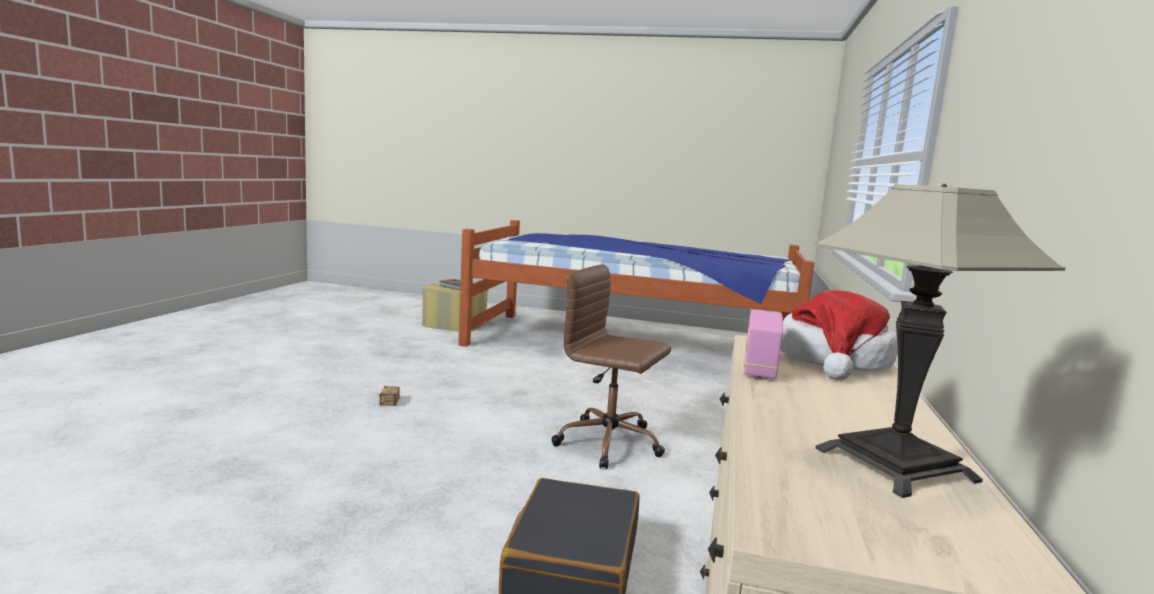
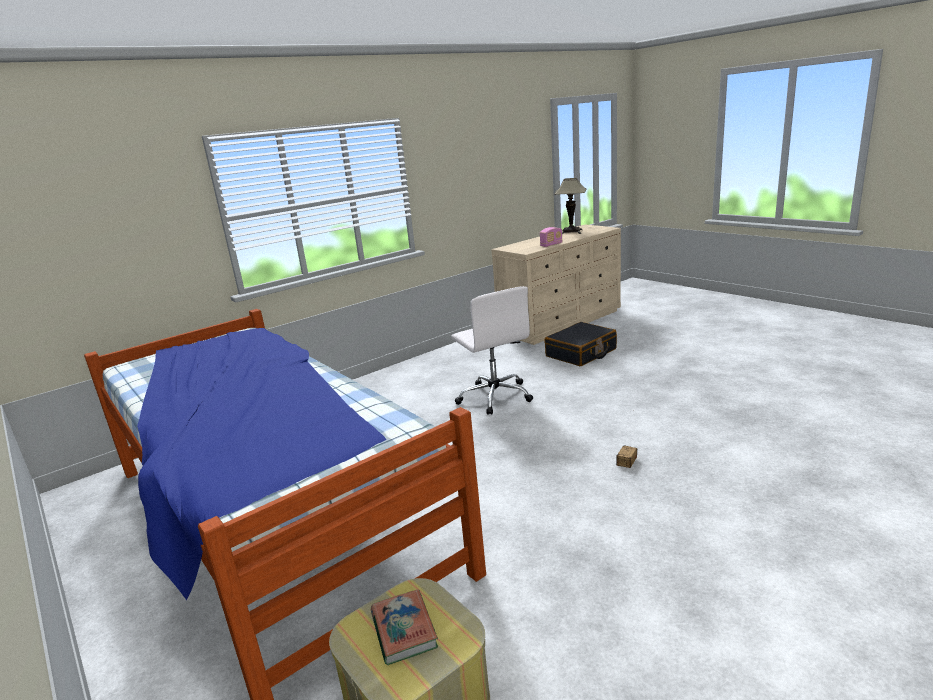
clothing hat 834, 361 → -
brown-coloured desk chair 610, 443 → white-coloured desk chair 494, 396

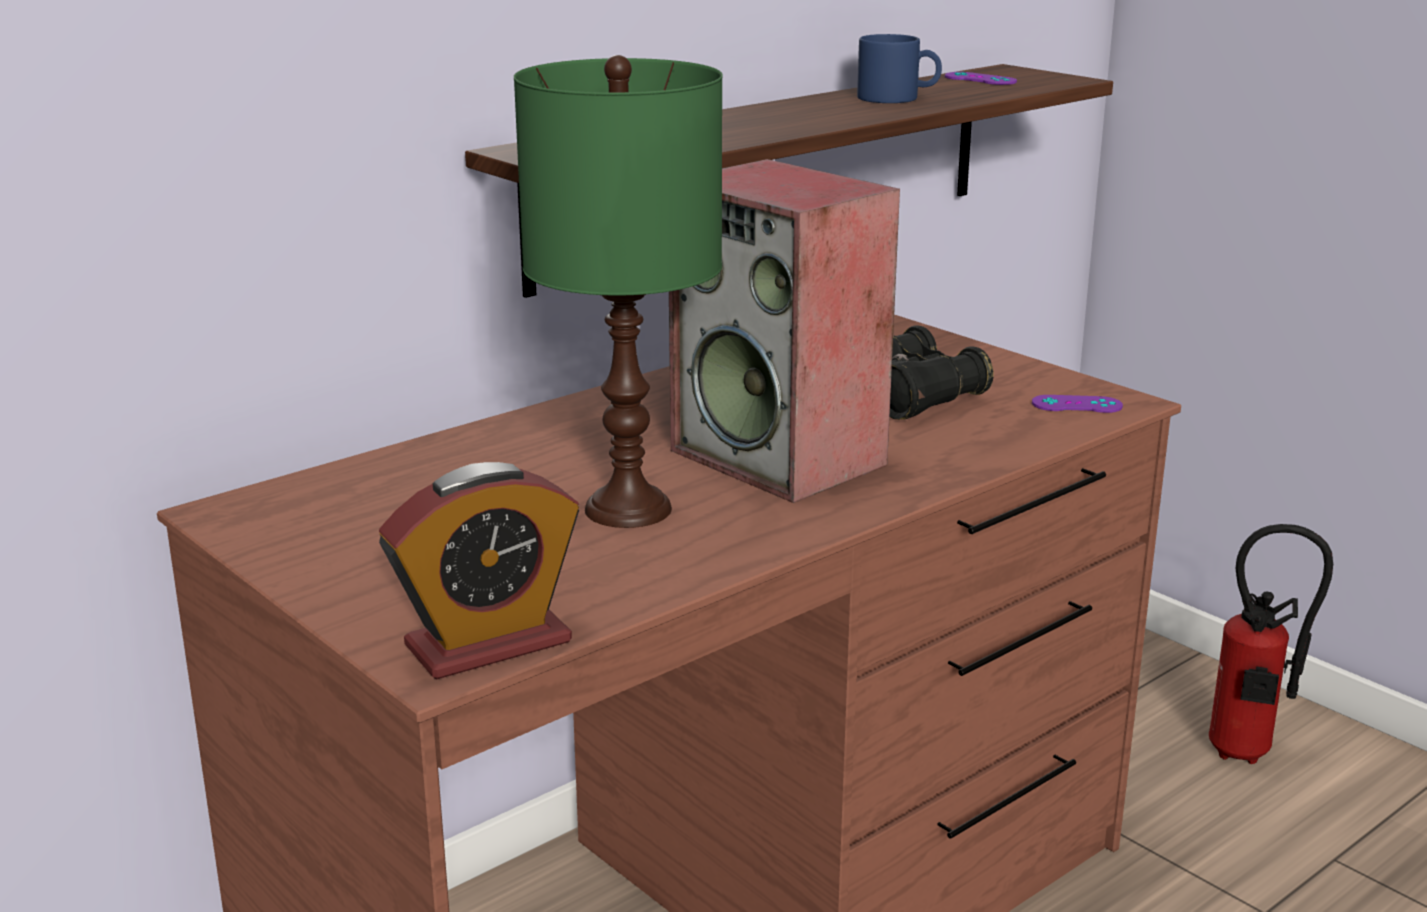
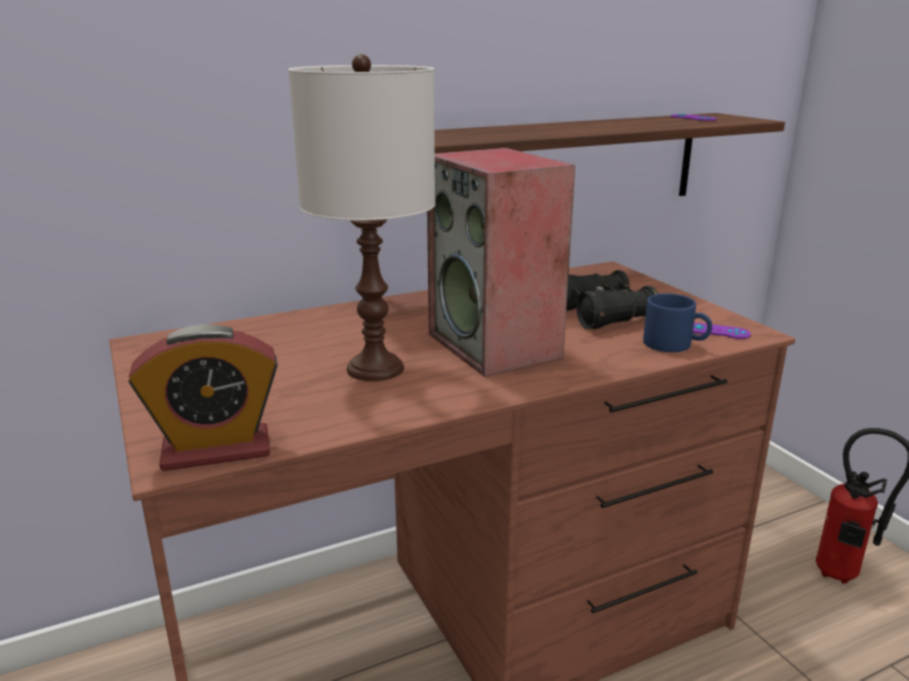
bluish tea mug 898, 98 → bluish tea mug 675, 344, moved
green-coloured table lamp 626, 509 → white-coloured table lamp 374, 368

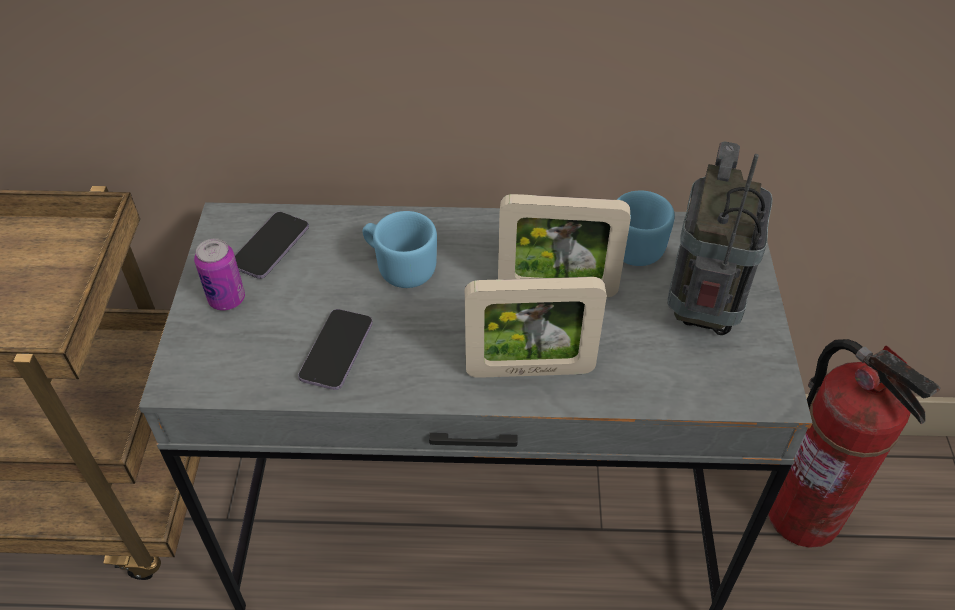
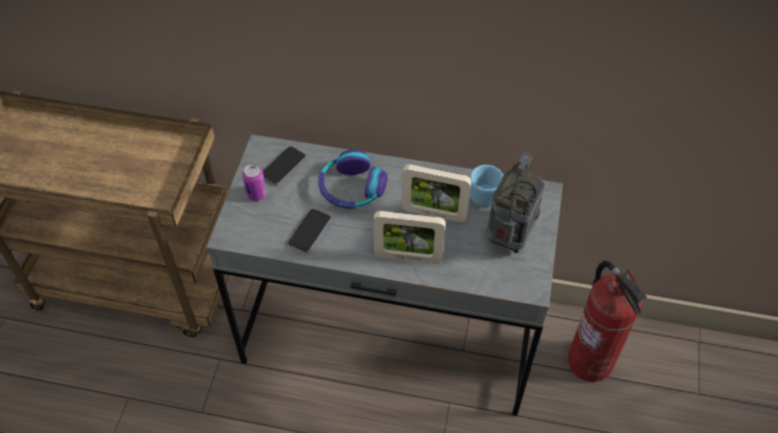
bluish tea mug 400, 267 → headset 351, 188

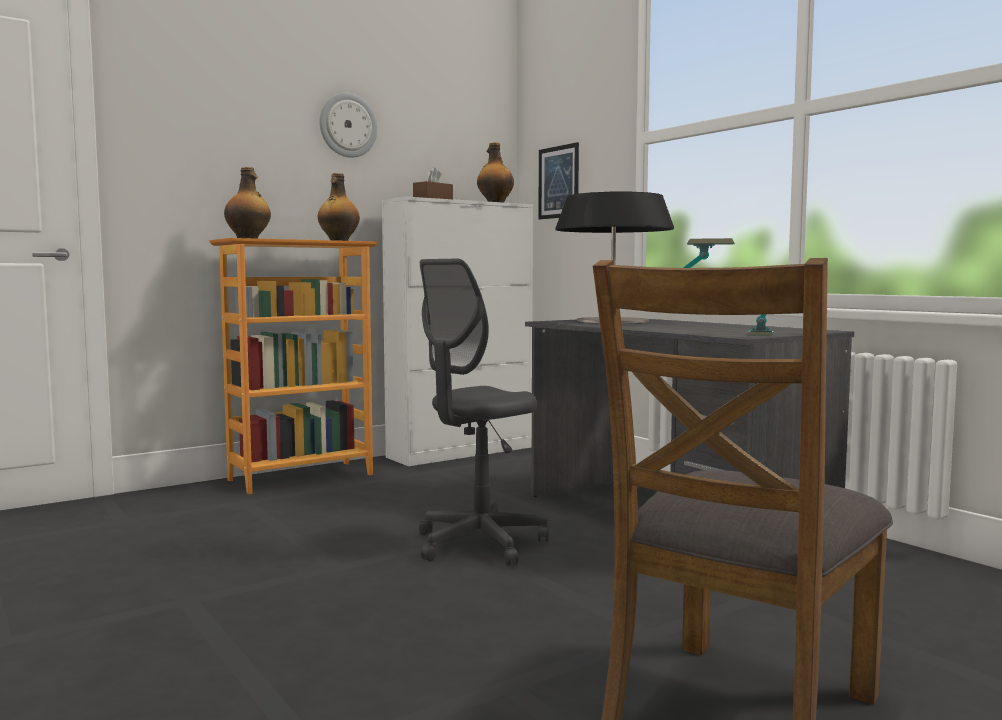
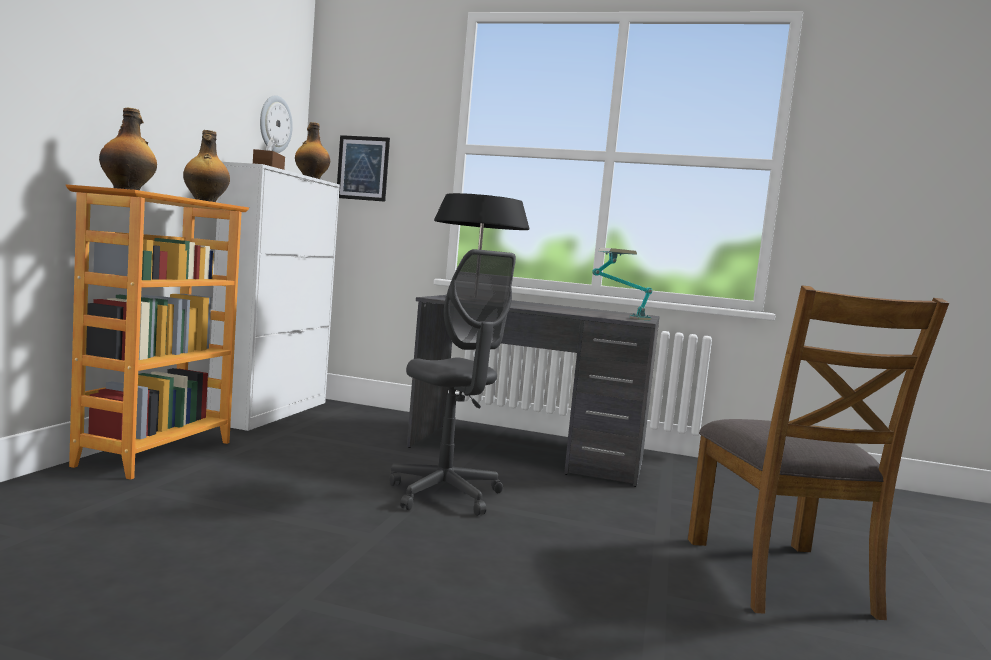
hanging clock 348, 125 → hanging clock 274, 124, moved
gray desk chair 479, 544 → gray desk chair 445, 495, 45 degrees counterclockwise

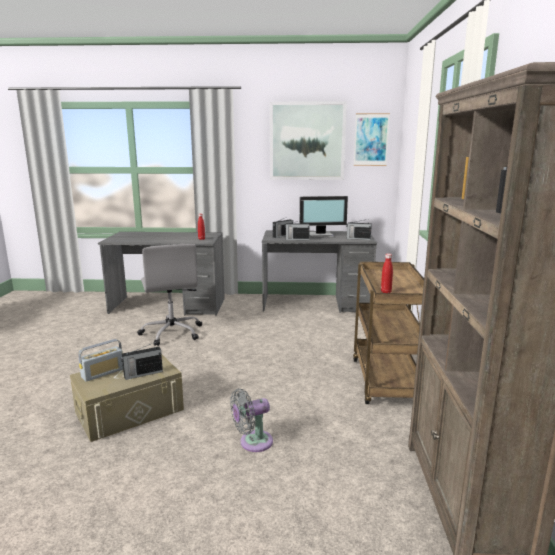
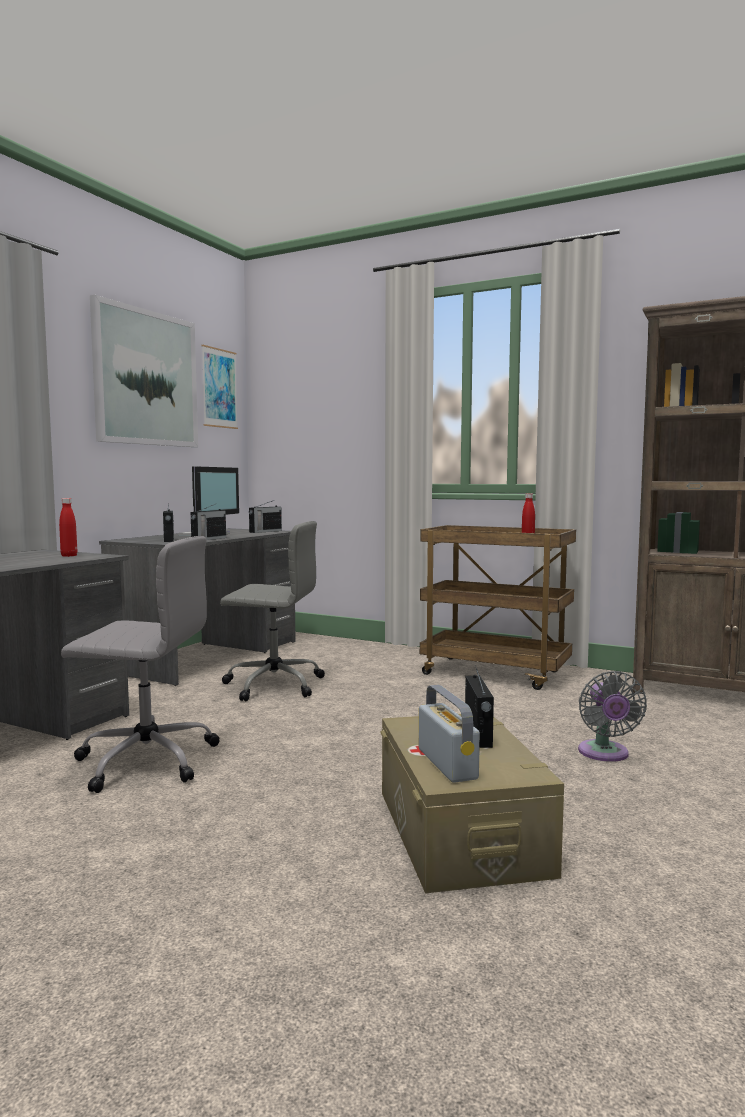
- → gray desk chair 272, 685

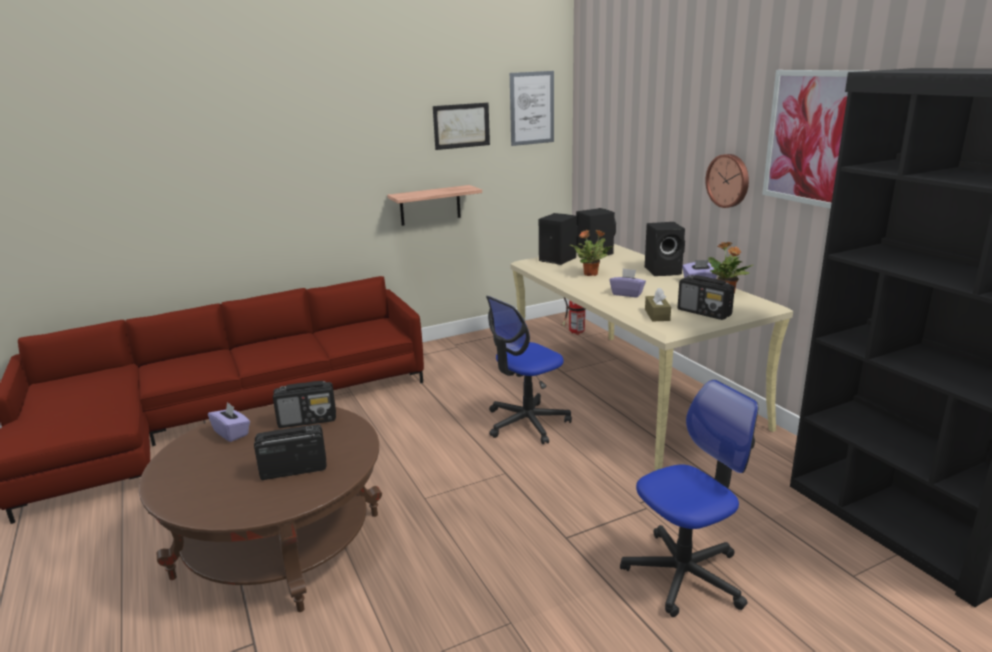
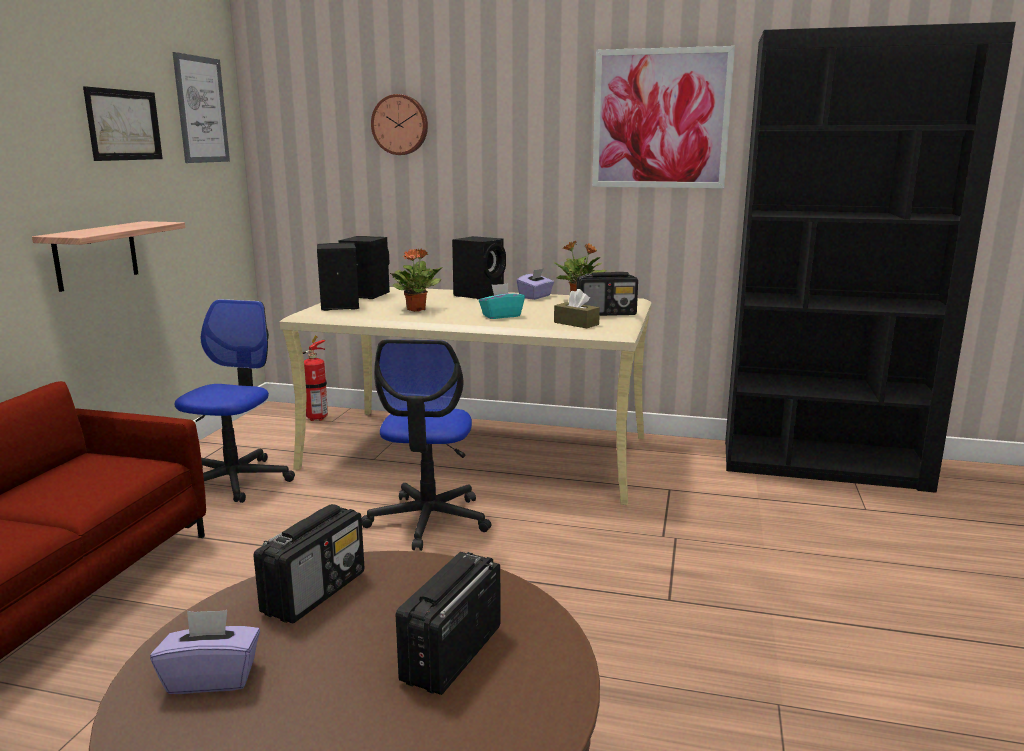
desk chair 684, 574 → desk chair 235, 481, moved
hanging clock 729, 180 → hanging clock 400, 125, moved
purplish tissue box 627, 294 → blue-green tissue box 501, 316

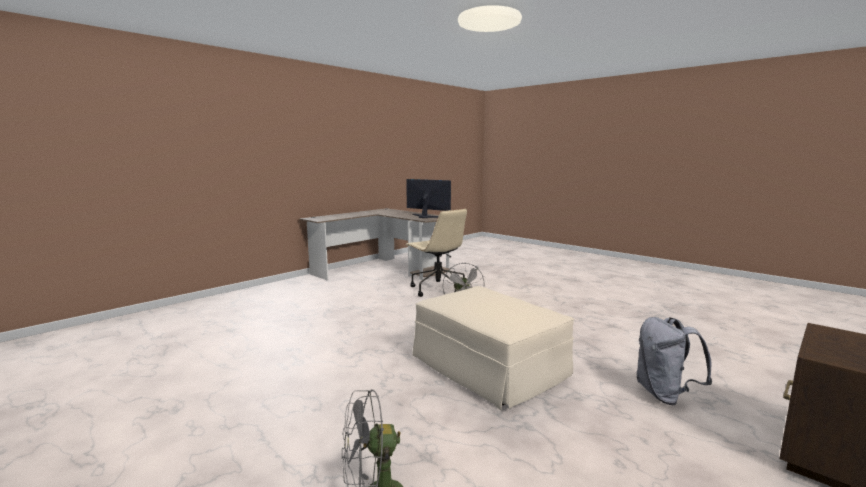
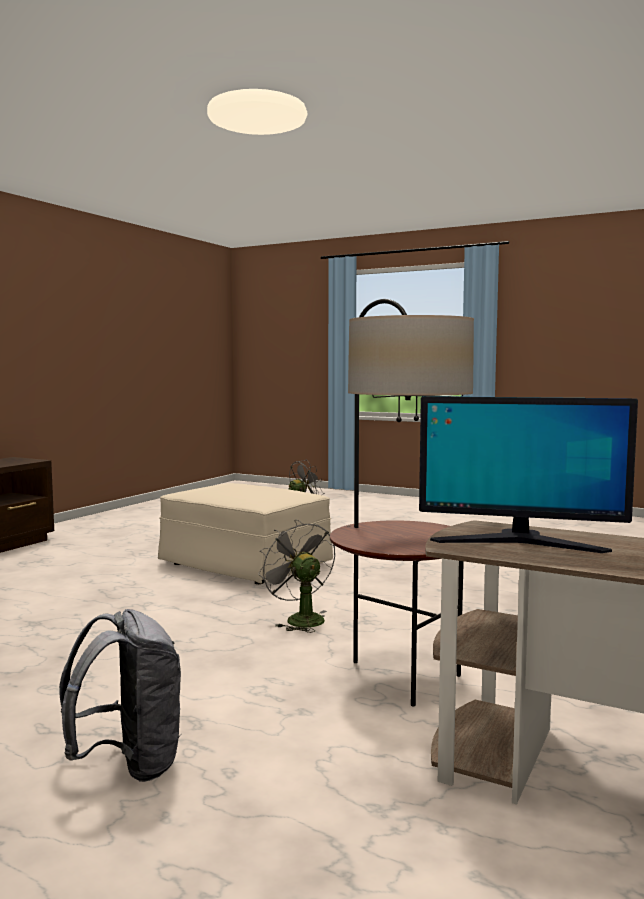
gray backpack 665, 395 → gray backpack 129, 764, moved
beige desk chair 437, 289 → floor lamp 399, 677

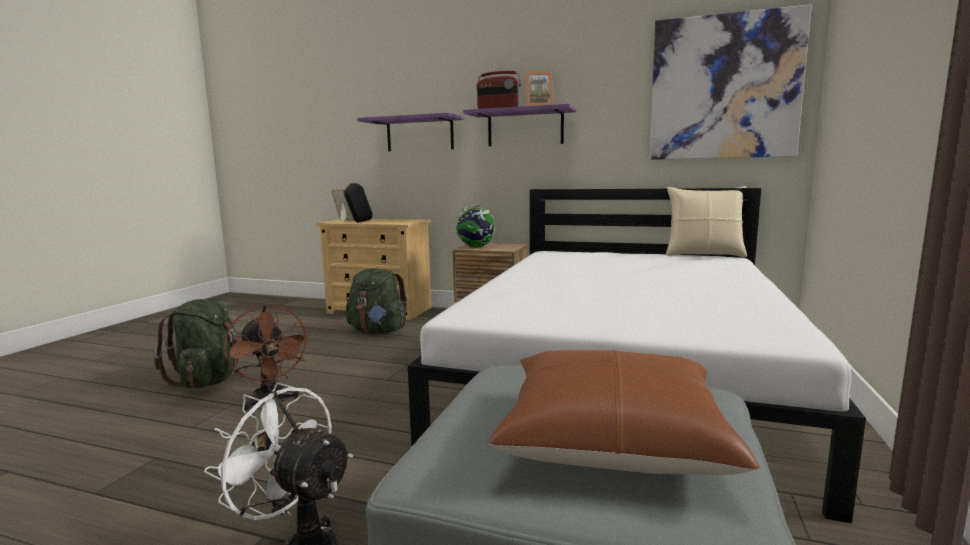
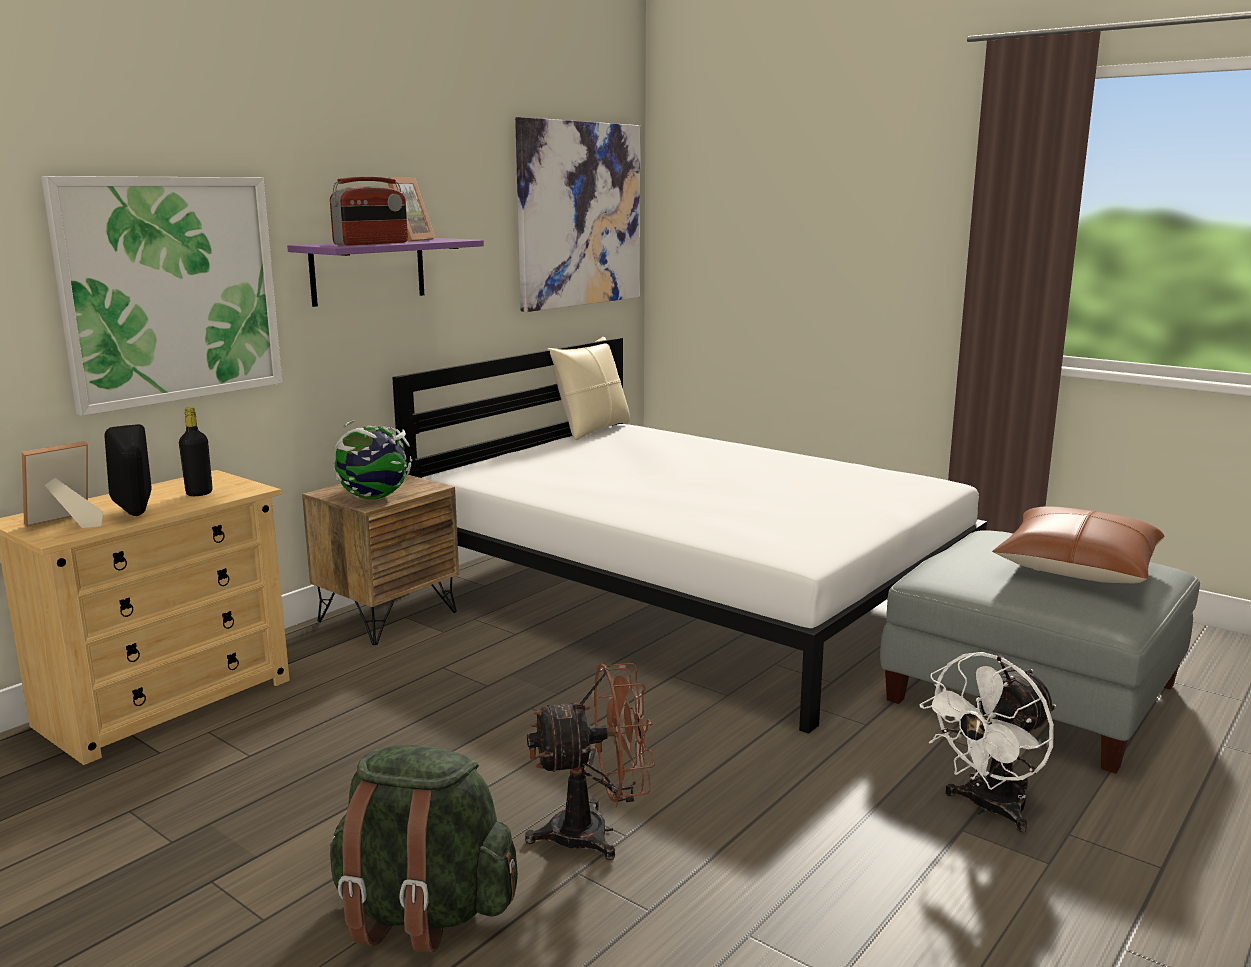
green-coloured backpack 378, 331 → -
- → black bottle 199, 493
purplish bracket shelf 419, 134 → wall picture 171, 290

